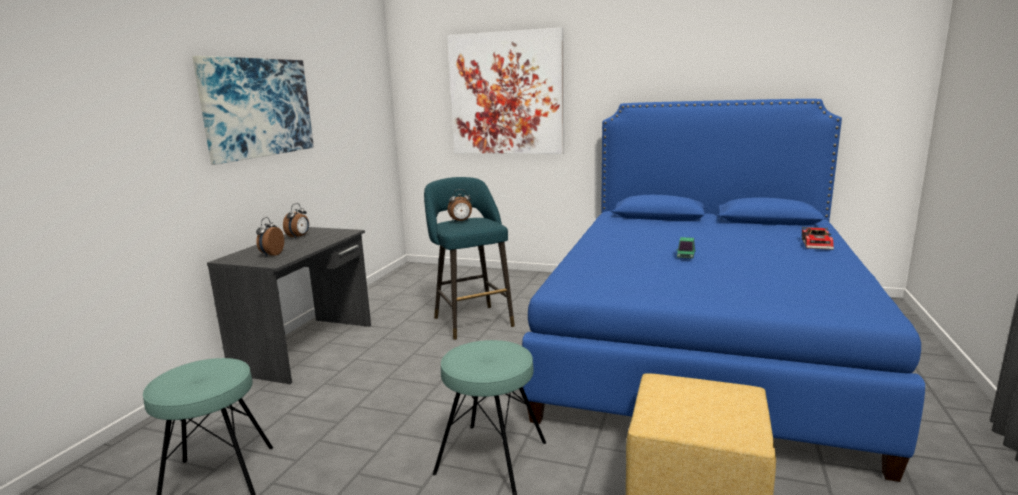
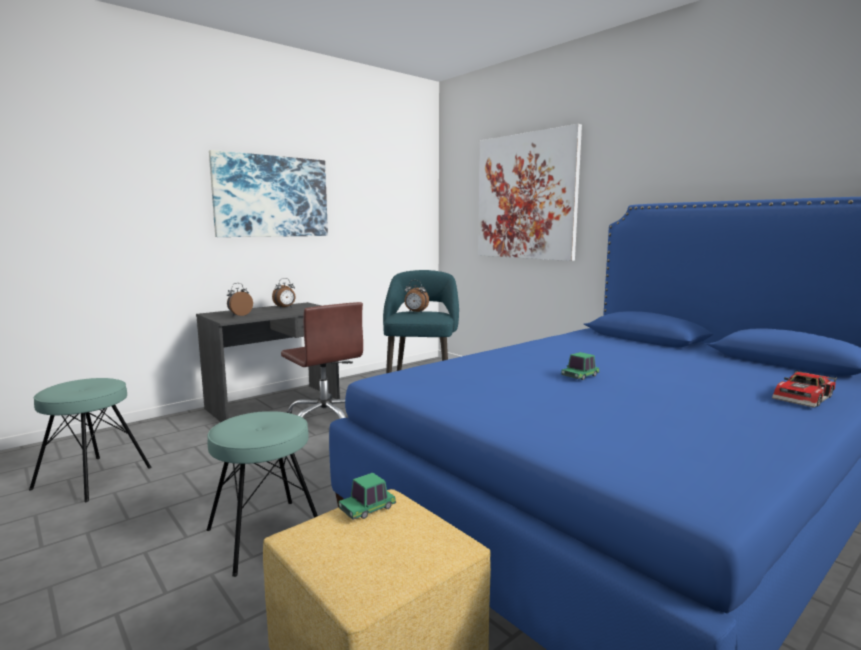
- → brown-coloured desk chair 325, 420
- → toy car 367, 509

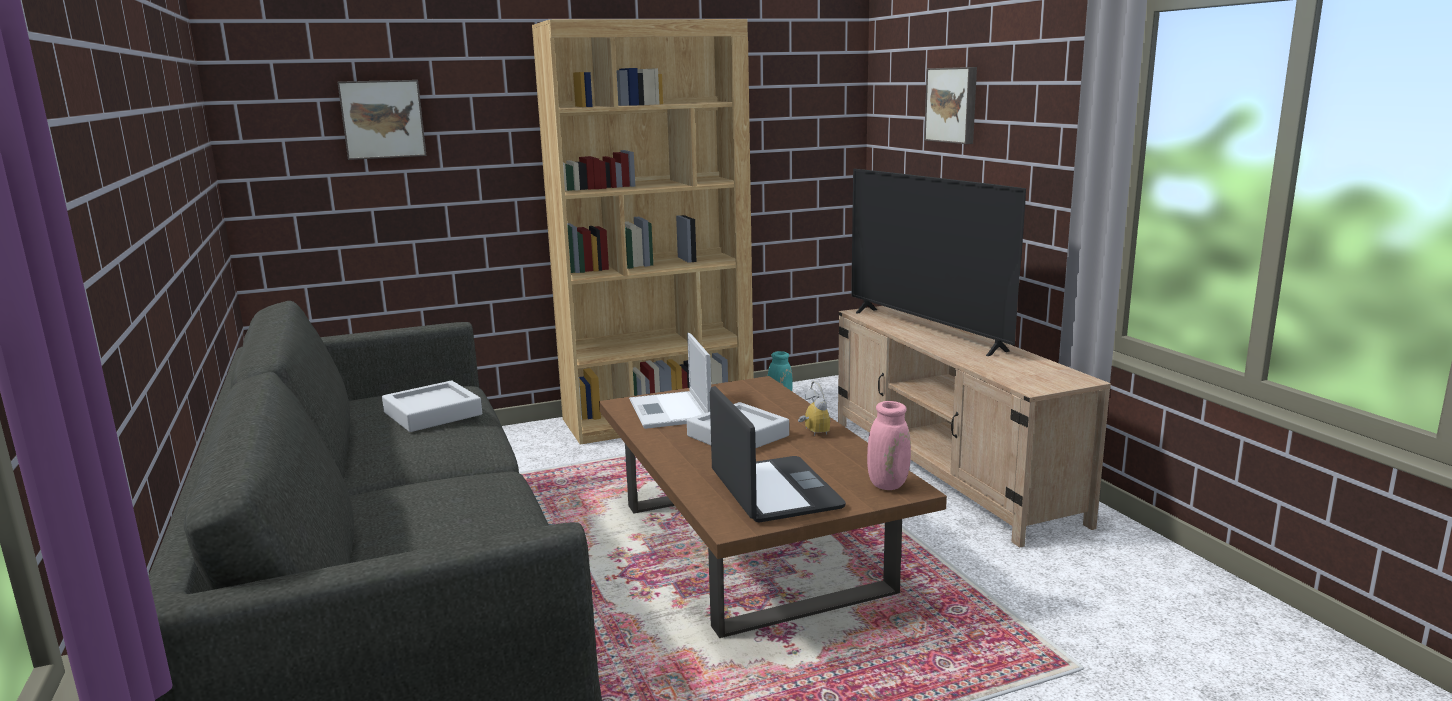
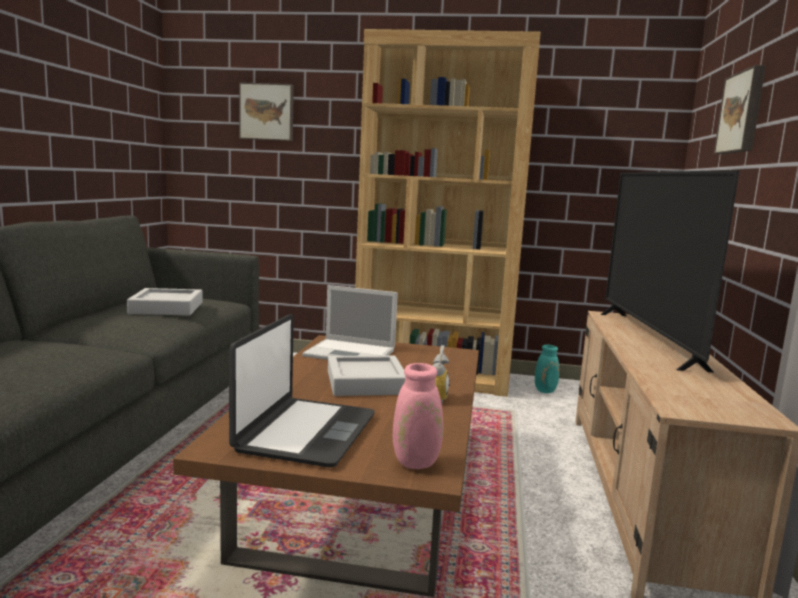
portable computer 670, 411 → portable computer 351, 353, 90 degrees counterclockwise

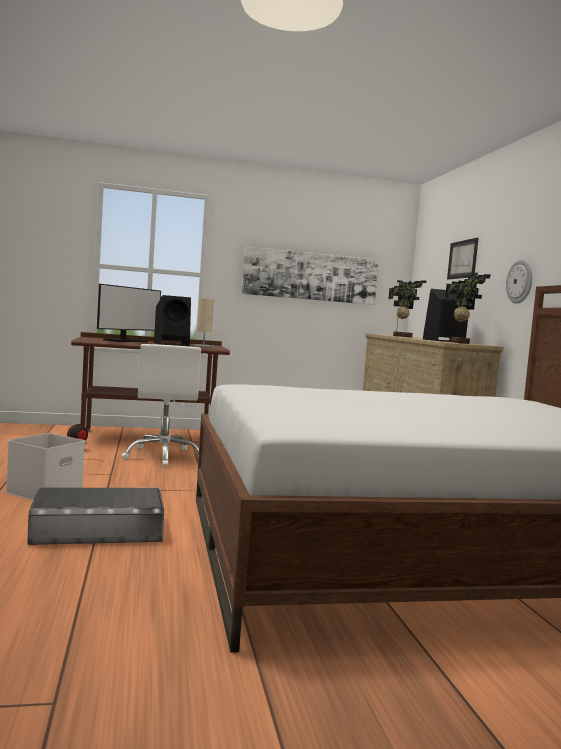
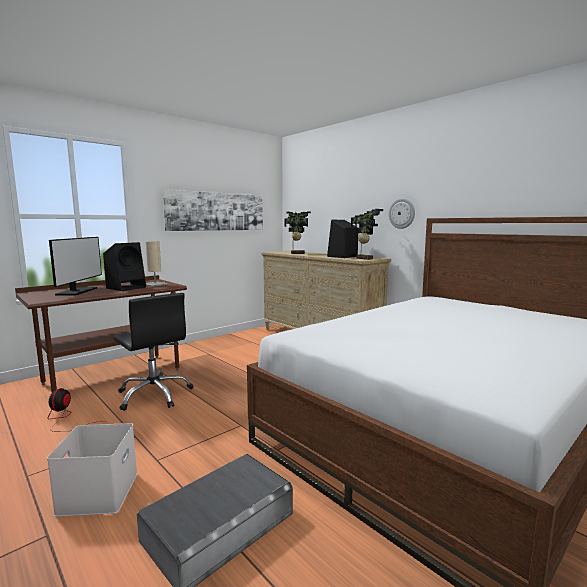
wall picture 463, 259 → -
white-coloured desk chair 163, 456 → black desk chair 154, 394

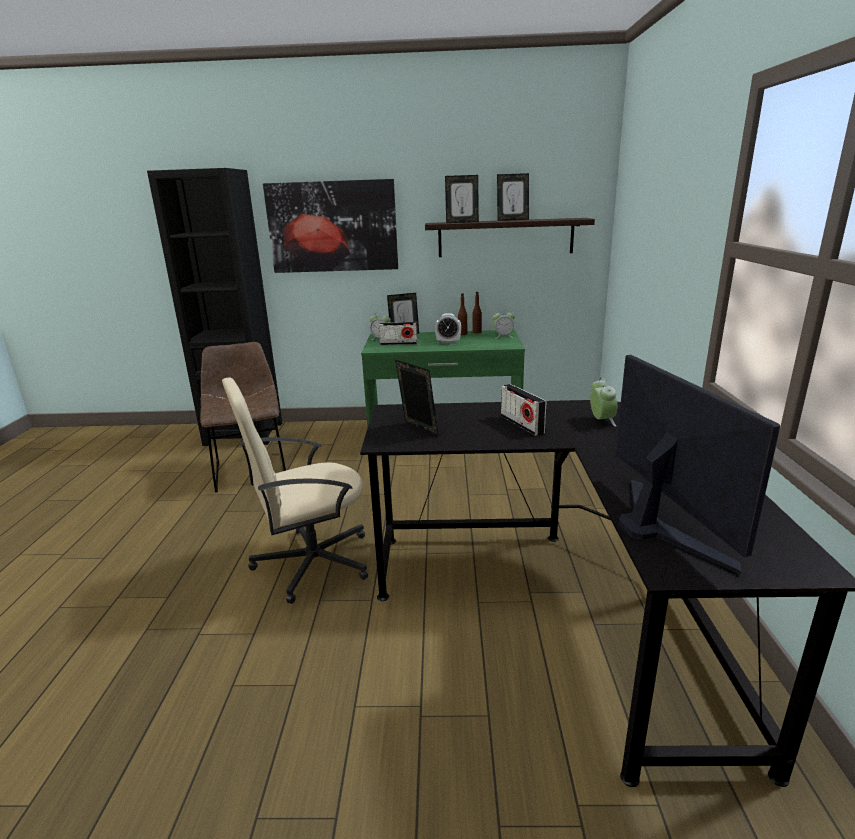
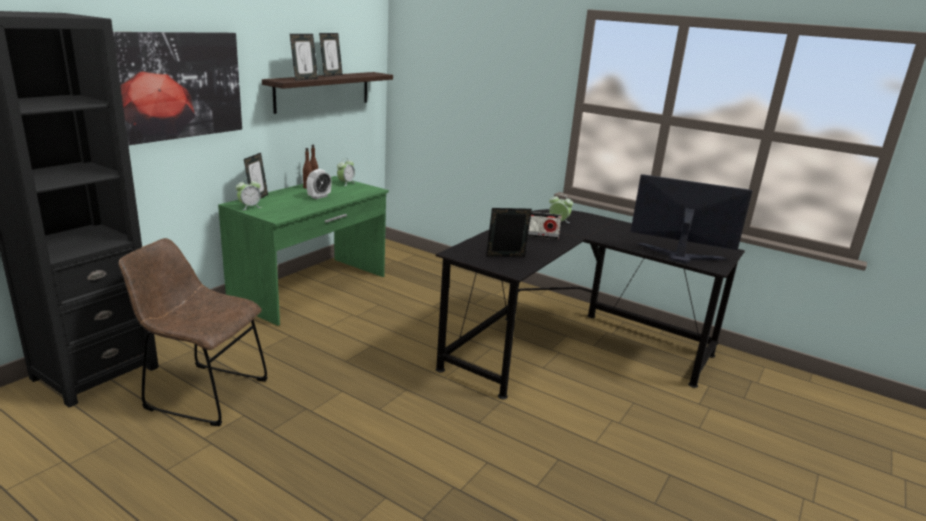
beige desk chair 311, 562 → -
radio 398, 343 → -

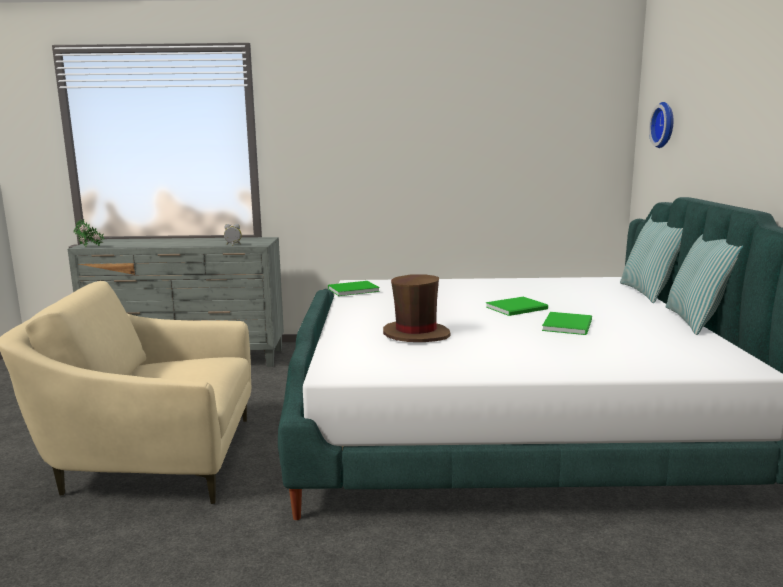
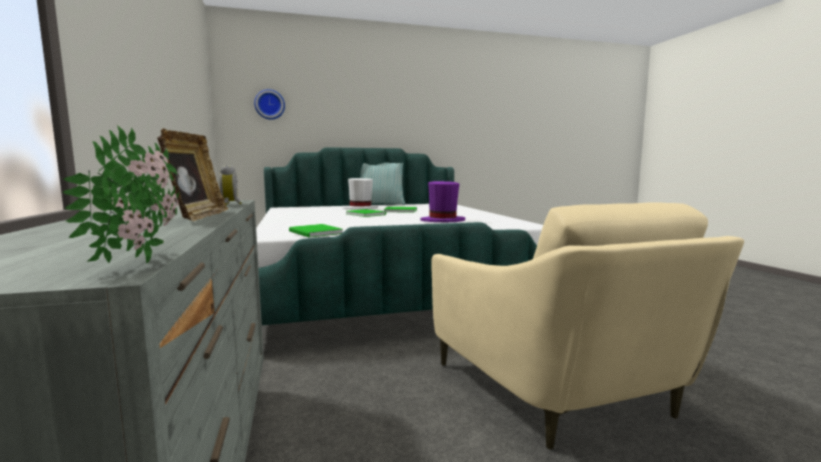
throw pillow 649, 293 → -
- → standing frame 198, 216
- → white-coloured clothing hat 360, 209
brown-coloured clothing hat 416, 334 → purplish clothing hat 442, 221

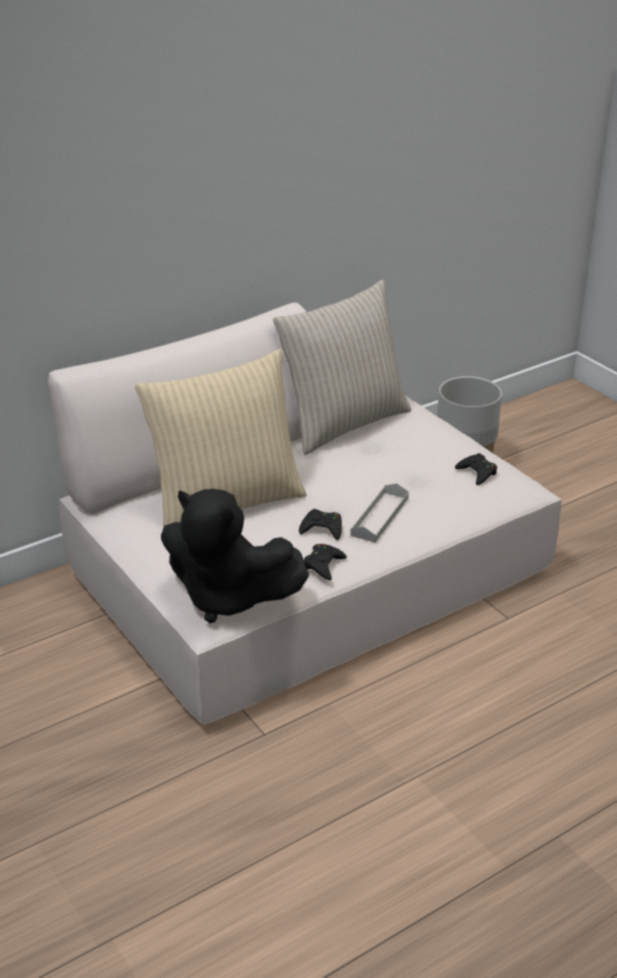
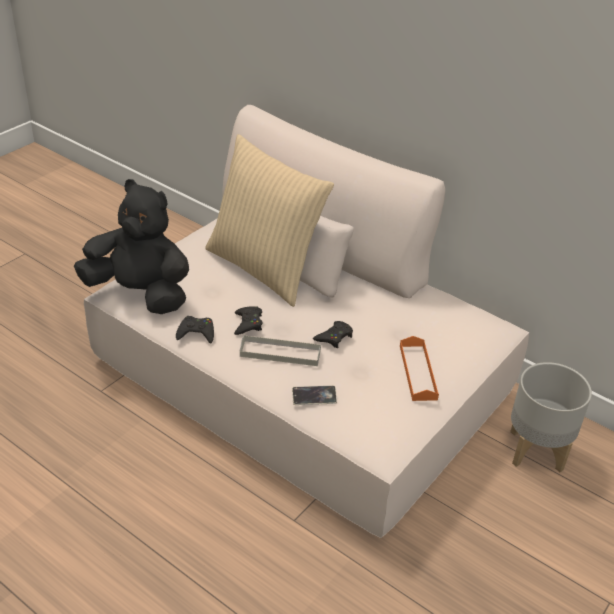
beige throw pillow 343, 423 → -
- → phone 314, 397
- → orangey carrying tray 418, 372
black game controller 477, 473 → black game controller 334, 337, moved
black cuddly toy 228, 597 → black cuddly toy 140, 293, 105 degrees clockwise

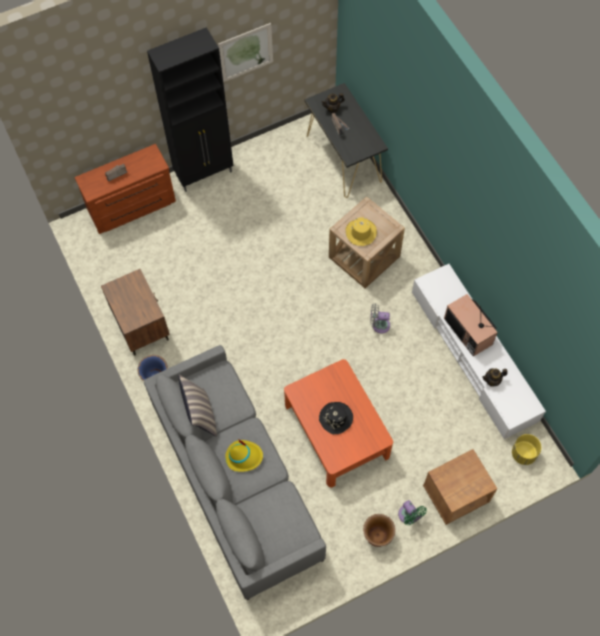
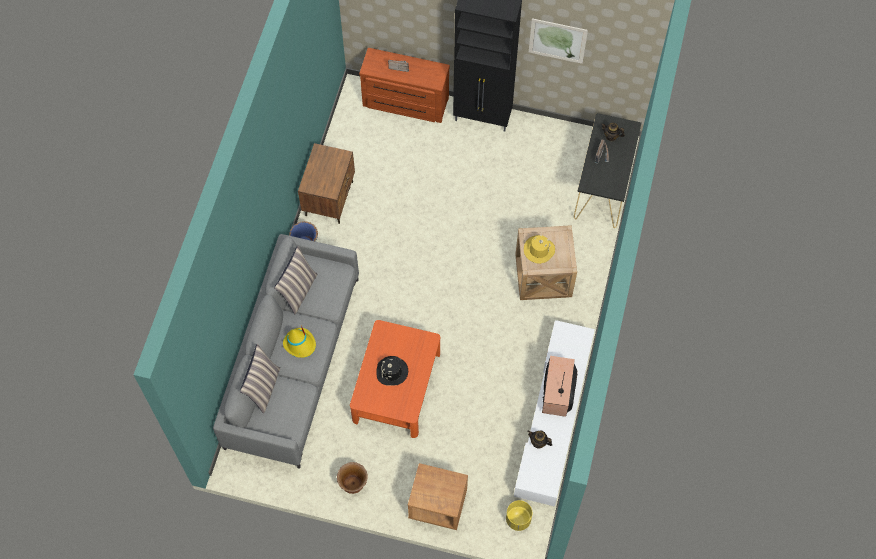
gray electric fan 379, 325 → -
green-coloured electric fan 409, 516 → -
- → throw pillow 263, 387

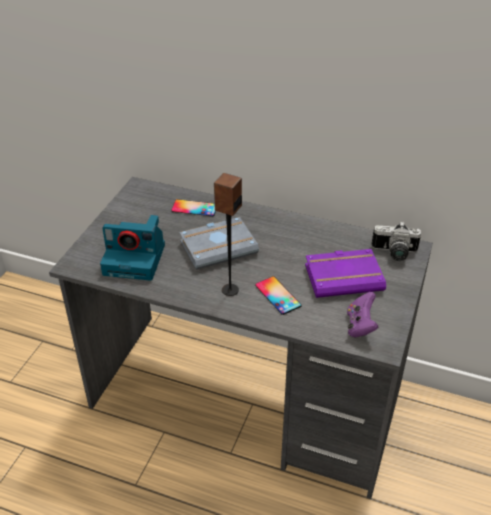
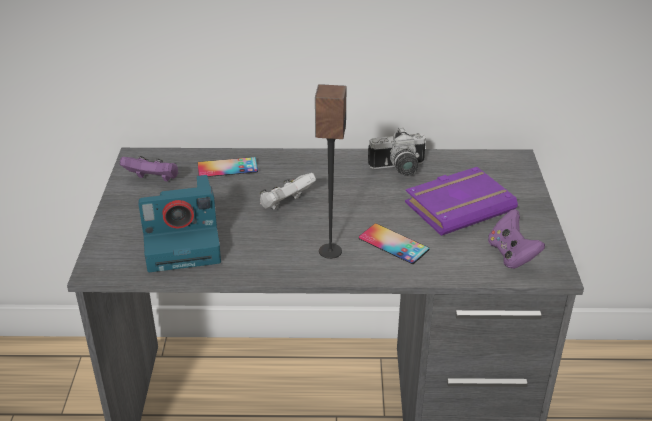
- → purplish game controller 153, 180
still camera 394, 253 → still camera 399, 169, moved
gray book 219, 246 → white-coloured game controller 286, 204

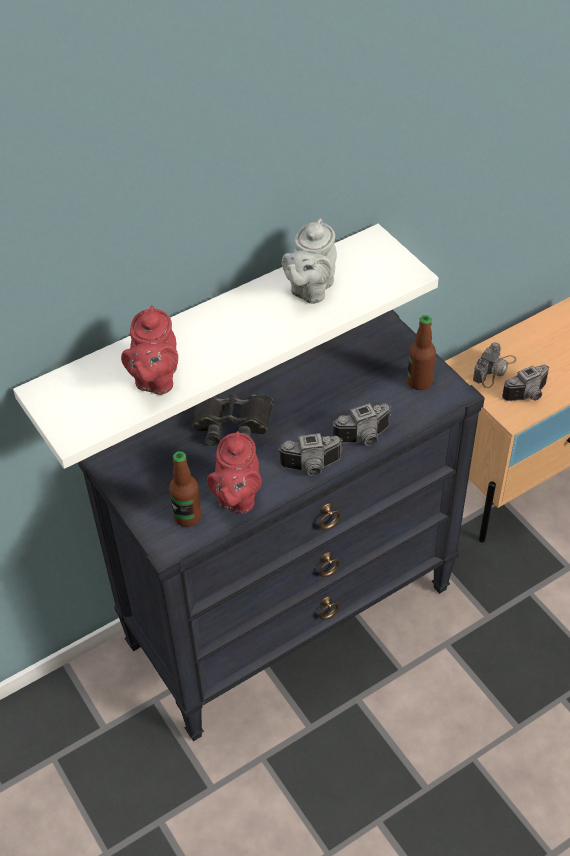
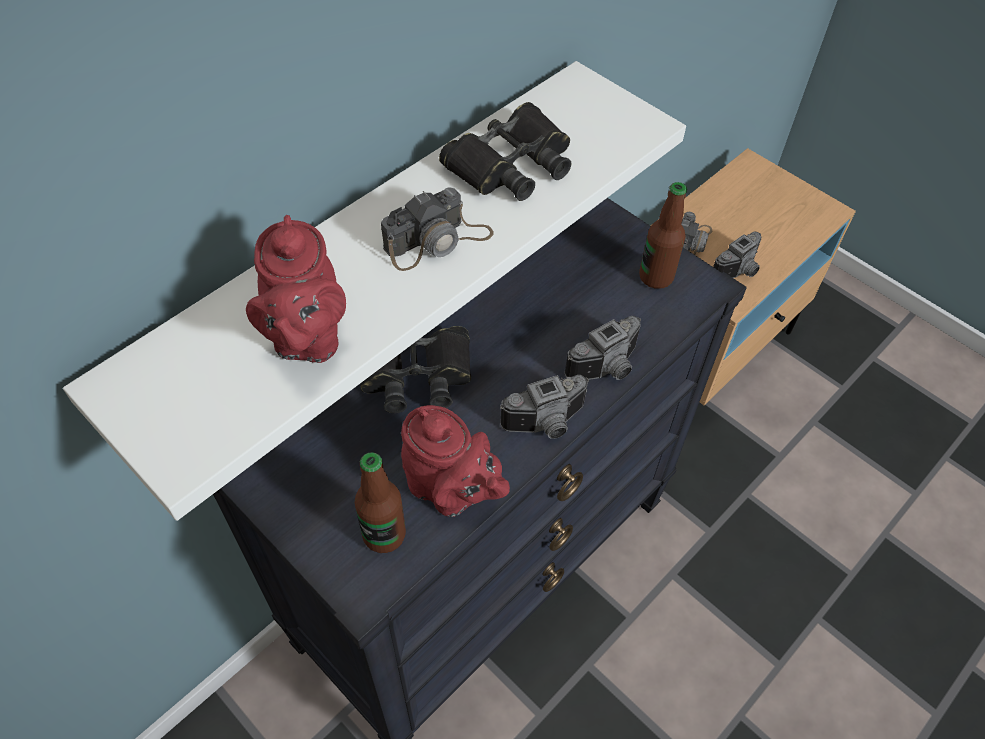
- → still camera 438, 241
gray teapot 310, 290 → black pair of binoculars 511, 164
red-coloured teapot 237, 498 → red-coloured teapot 451, 491, 45 degrees counterclockwise

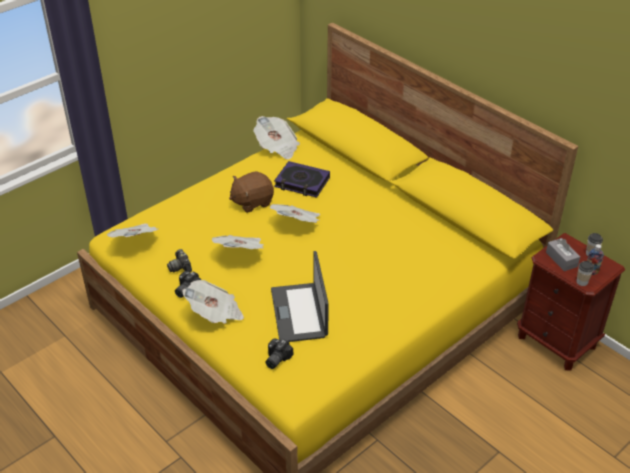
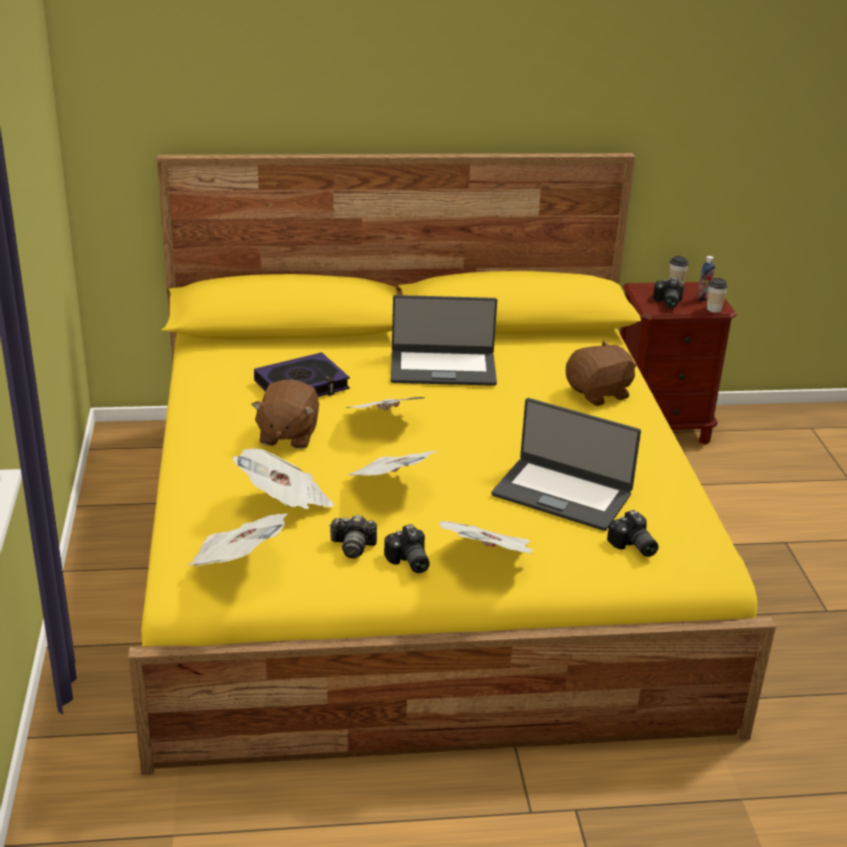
- → portable computer 443, 368
- → brown-coloured cuddly toy 599, 393
daily paper 277, 147 → daily paper 285, 502, moved
gray tissue box 561, 259 → still camera 666, 302

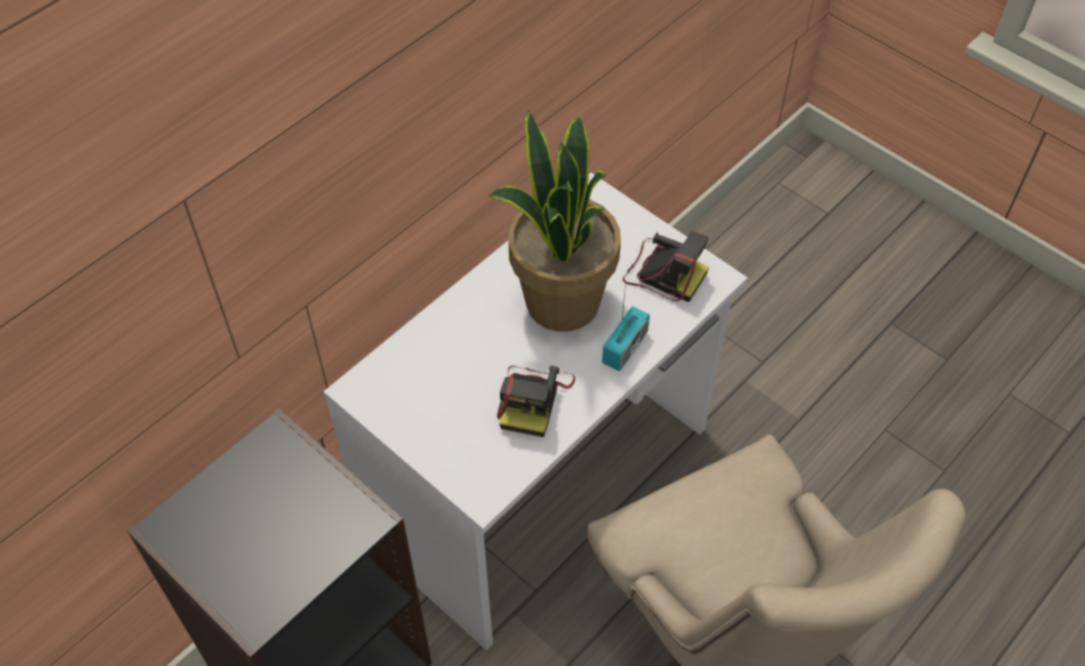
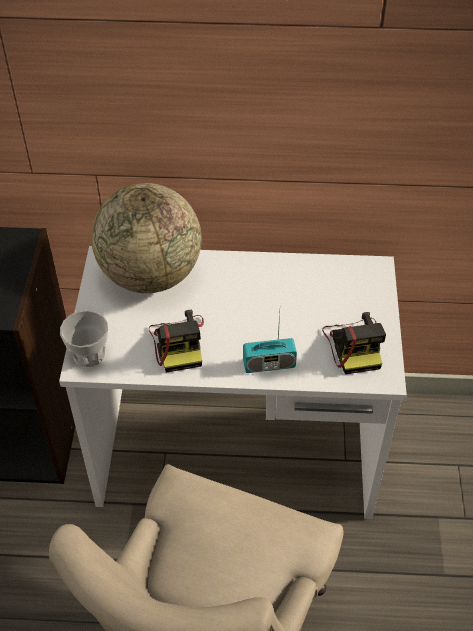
houseplant 560, 301 → -
- → small cup 89, 354
- → world globe 150, 275
still camera 533, 399 → still camera 179, 343, 75 degrees counterclockwise

